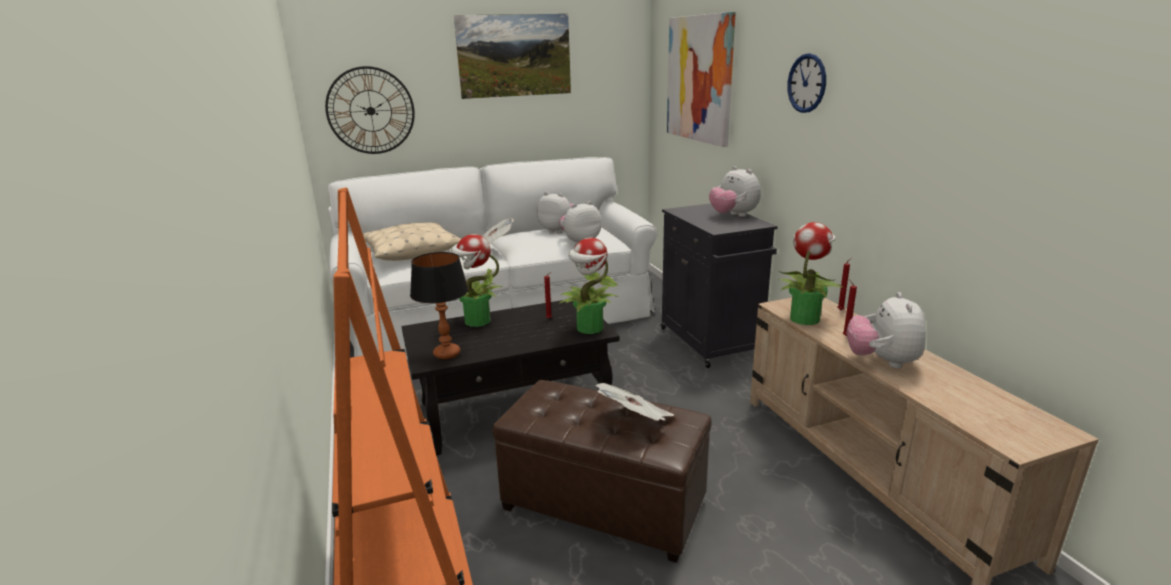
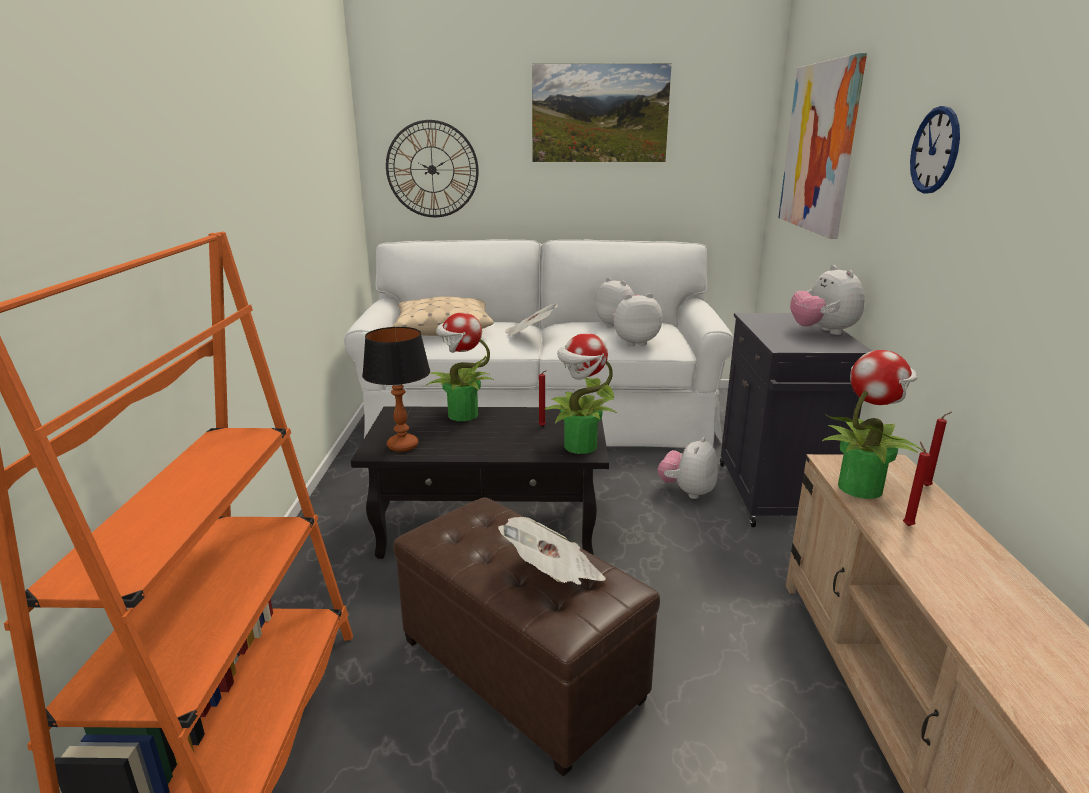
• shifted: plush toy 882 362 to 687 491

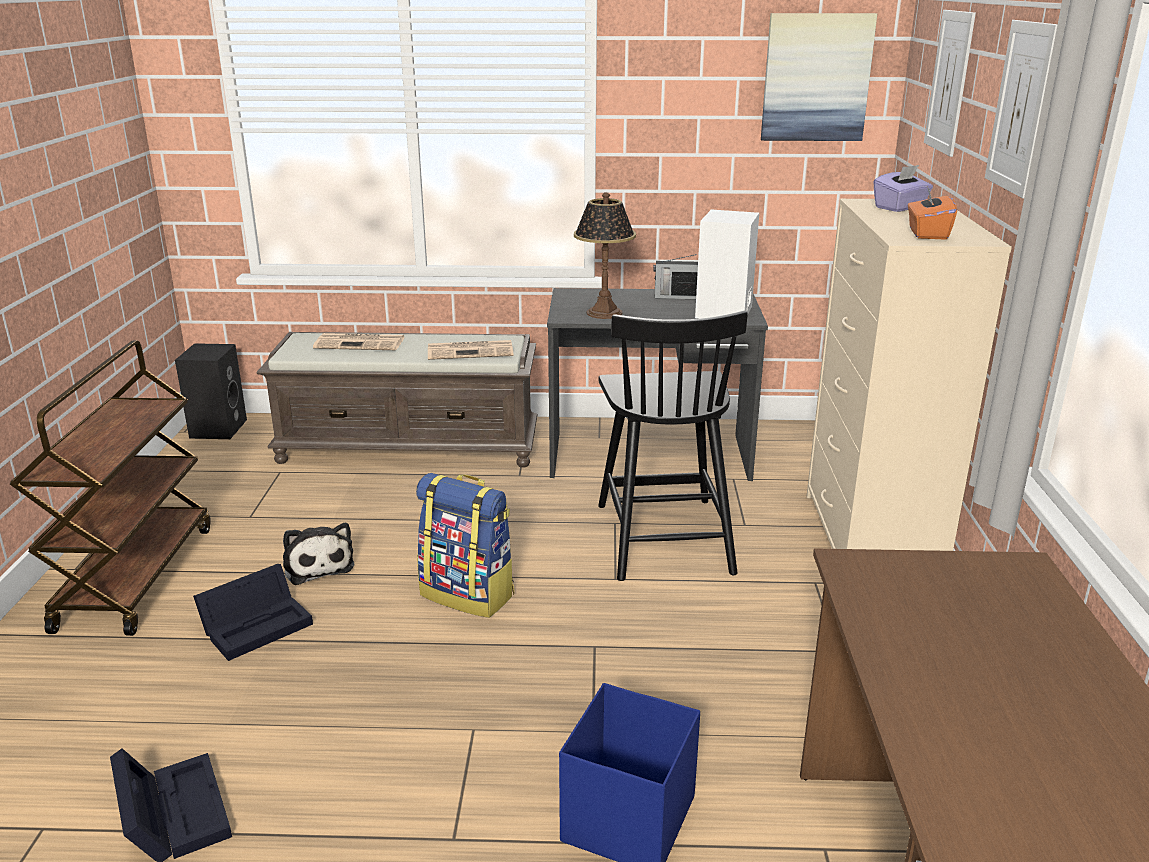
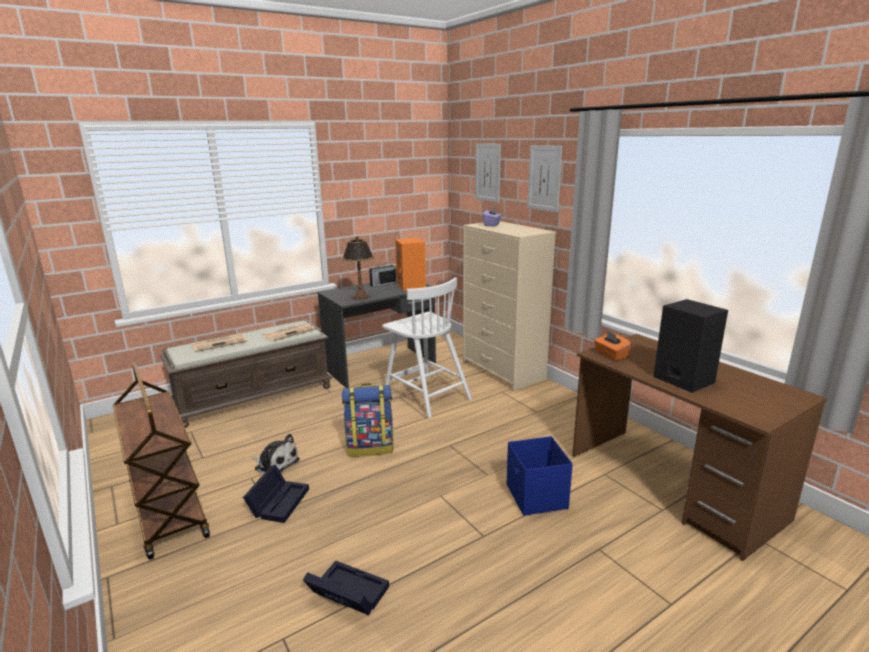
• shifted: black speaker 218 428 to 681 379
• repainted: black chair 663 536 to white chair 426 395
• repainted: white speaker 725 312 to orange speaker 412 286
• gone: picture 816 78
• shifted: orange tissue box 927 234 to 611 355

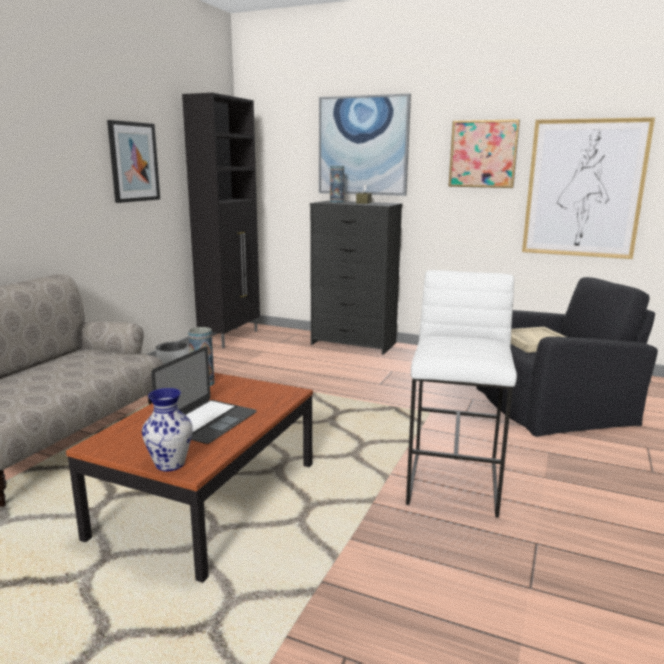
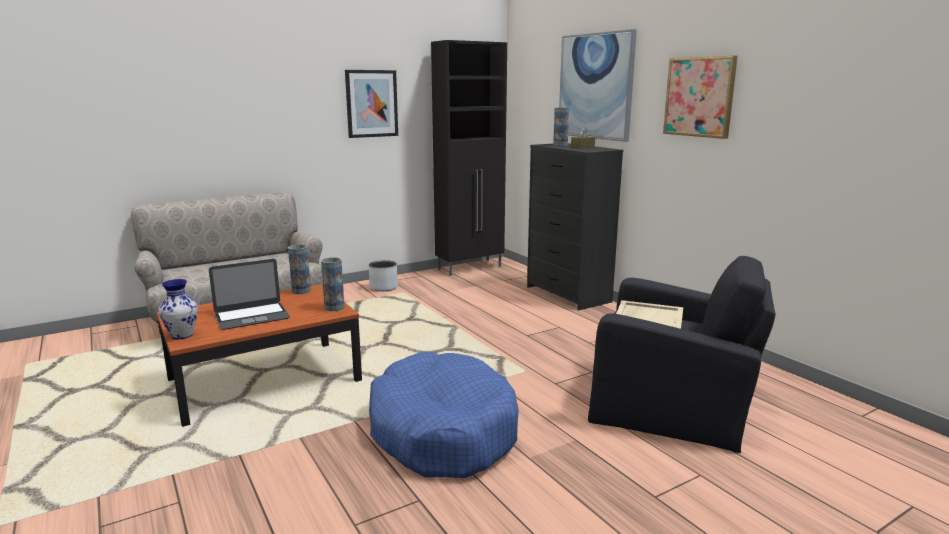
• swapped: white stool 454 482 to blue dog bed 442 431
• gone: picture 584 189
• new: vase 334 307

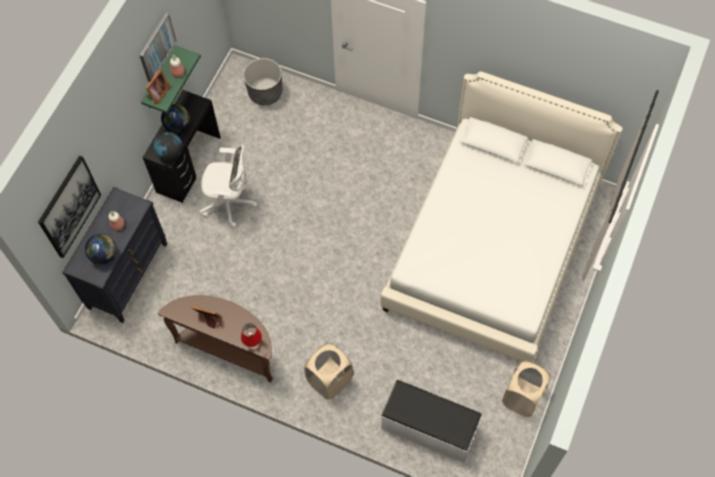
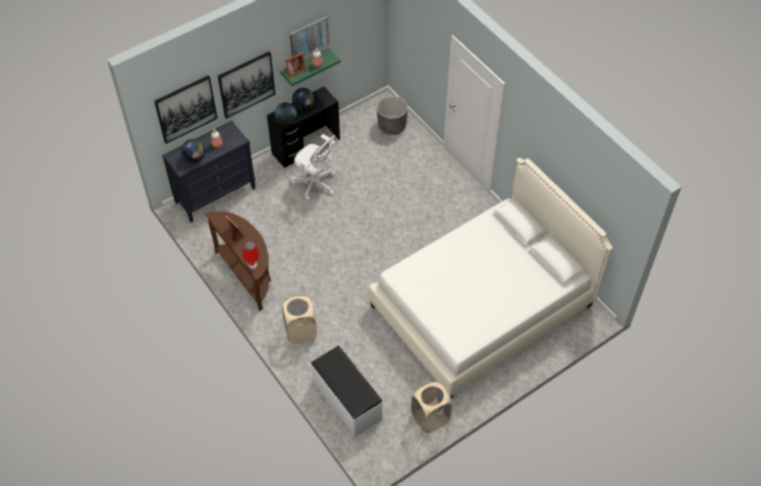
• new: picture 246 84

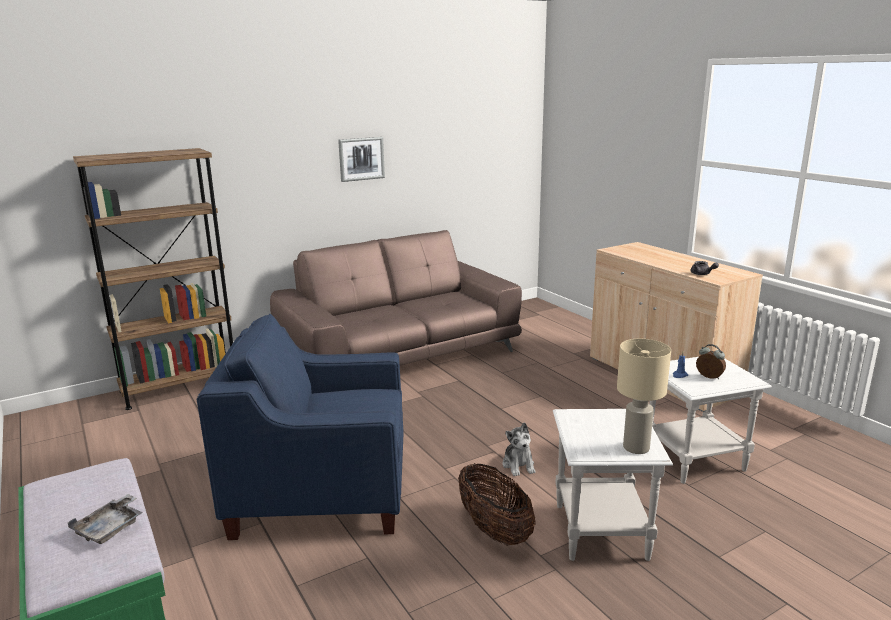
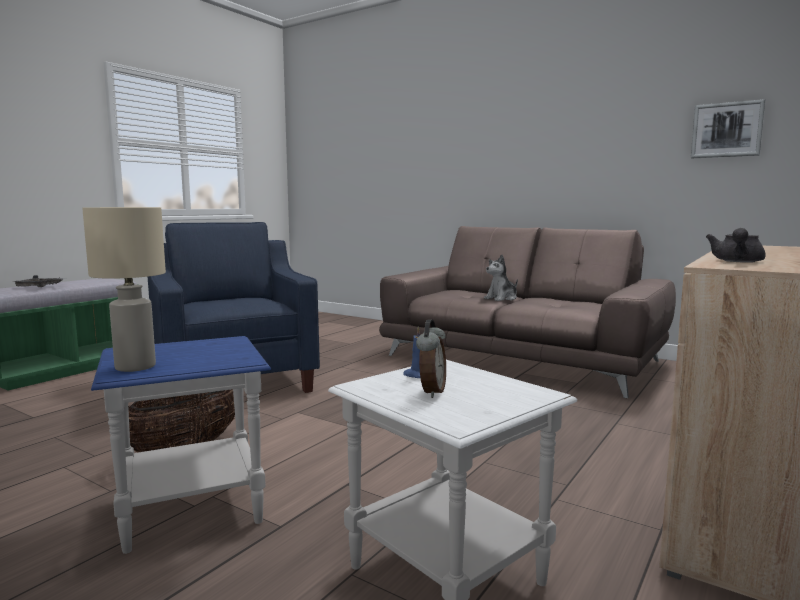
• gone: brown bookcase 180 387
• shifted: picture 361 159 to 726 130
• shifted: plush toy 518 465 to 501 298
• repainted: white side table 601 532 to blue side table 190 510

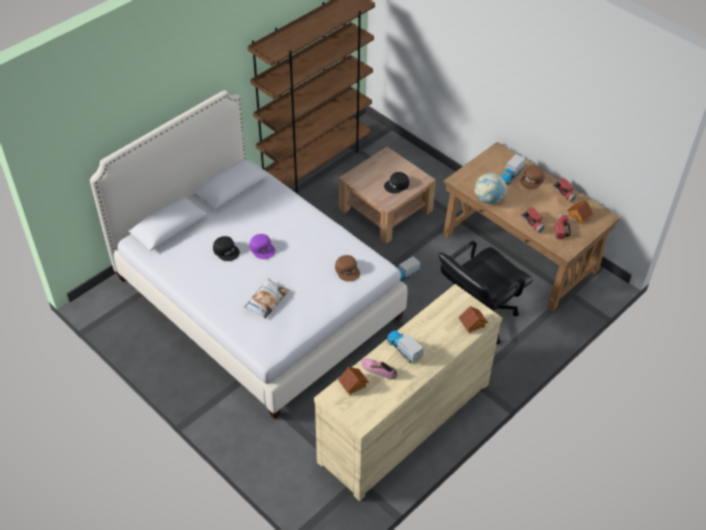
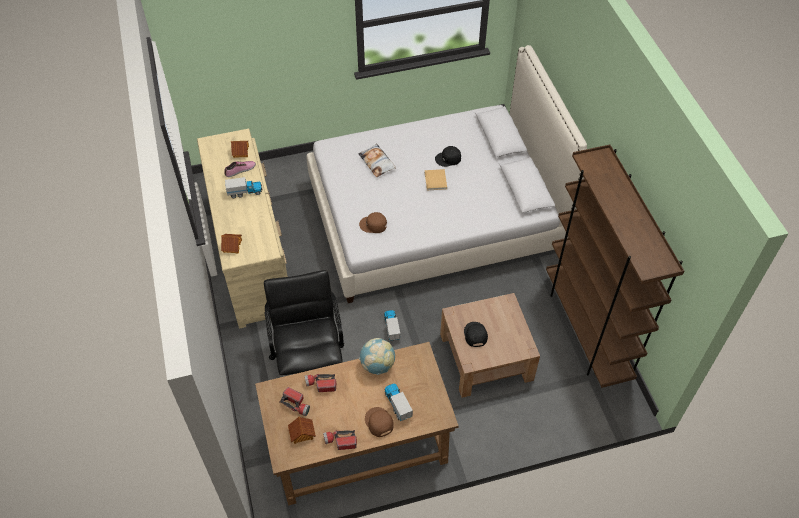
• swapped: purple cap 262 248 to beige book 435 181

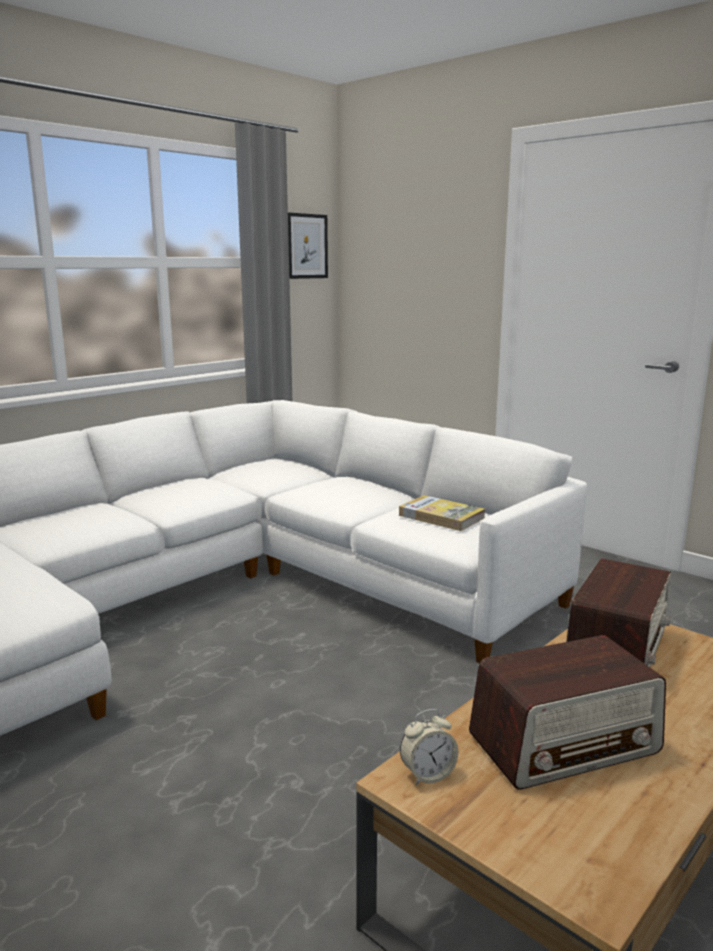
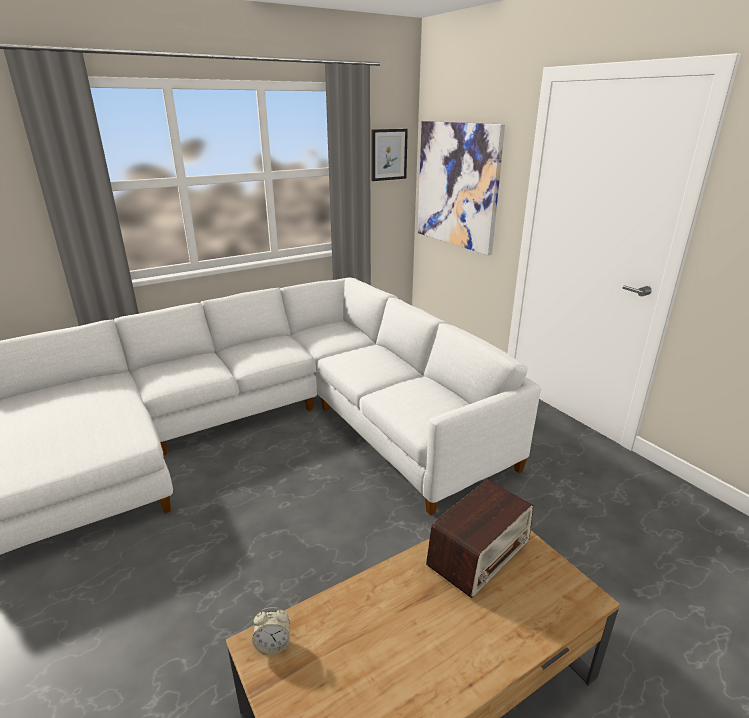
• gone: book 441 516
• gone: radio 565 744
• new: picture 457 185

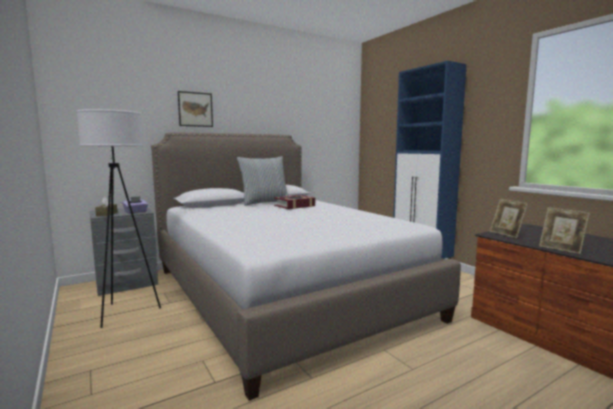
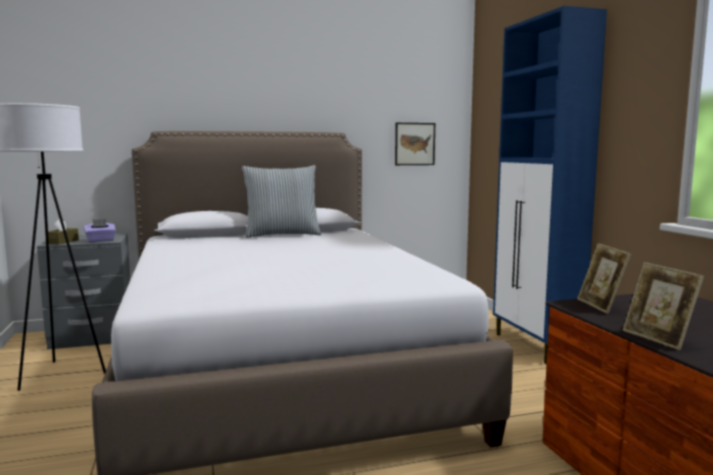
• shifted: picture 195 109 to 414 144
• gone: book 294 206

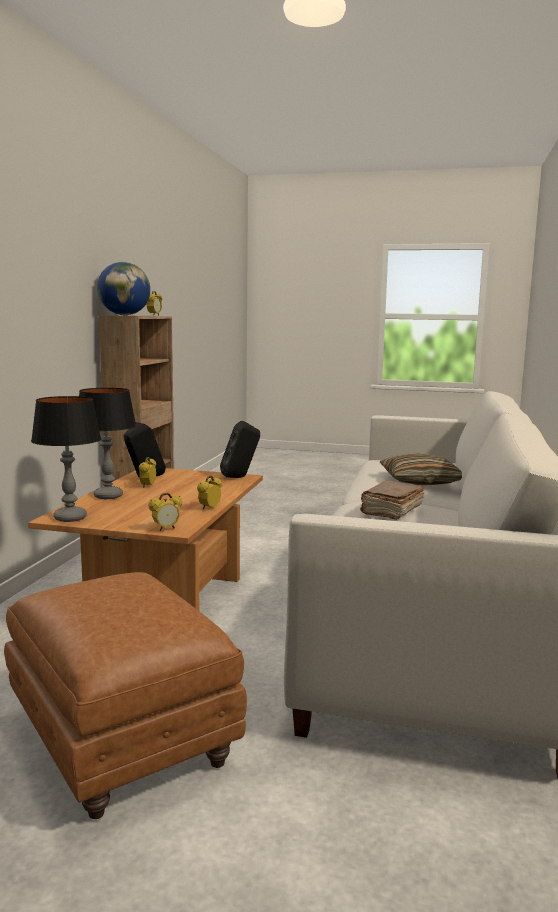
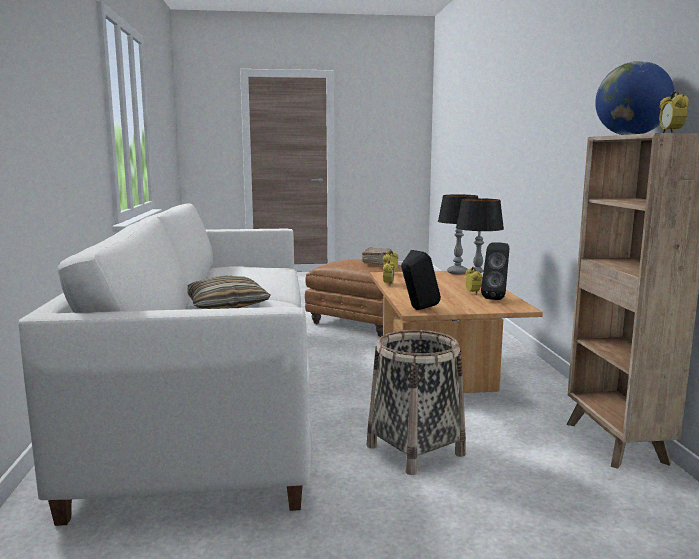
• shifted: brown book 391 511 to 377 263
• new: basket 415 450

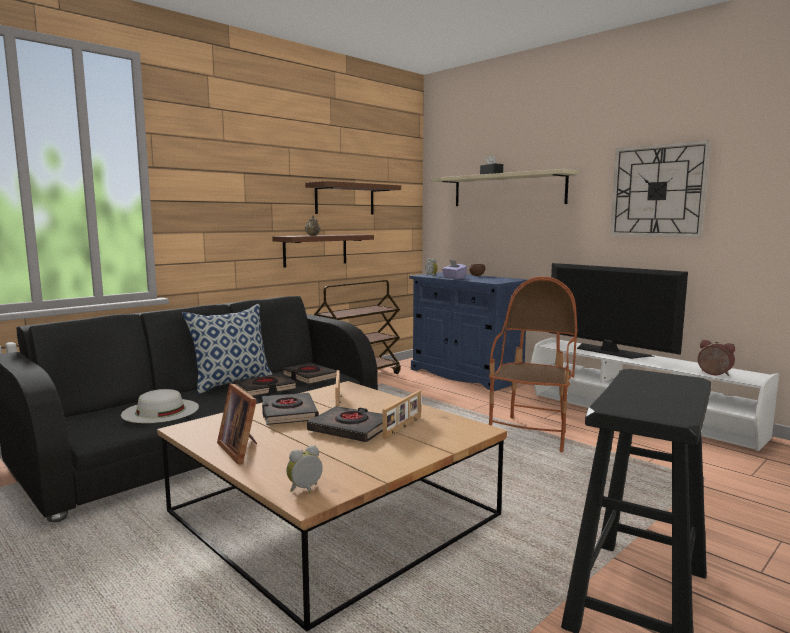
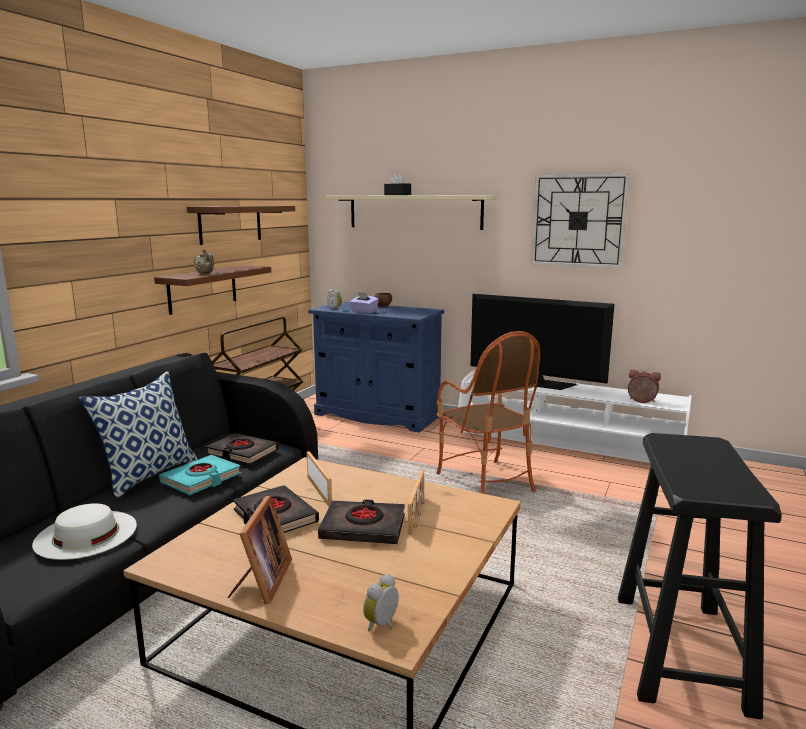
• rotated: picture frame 241 450 = 262 582 120 degrees counterclockwise
• repainted: black book 265 389 to turquoise book 201 479
• rotated: armchair 531 434 = 485 481 150 degrees clockwise

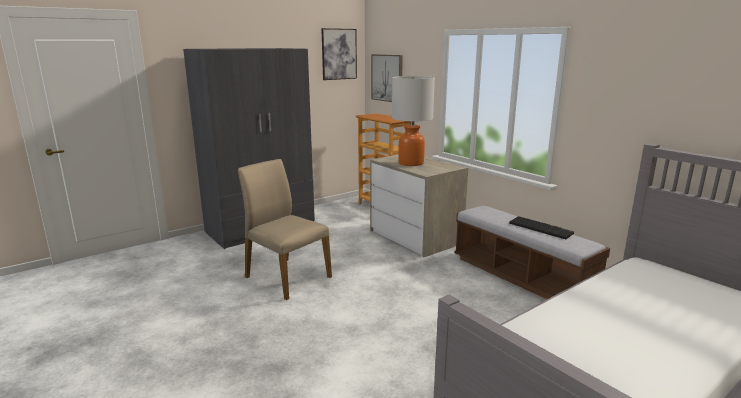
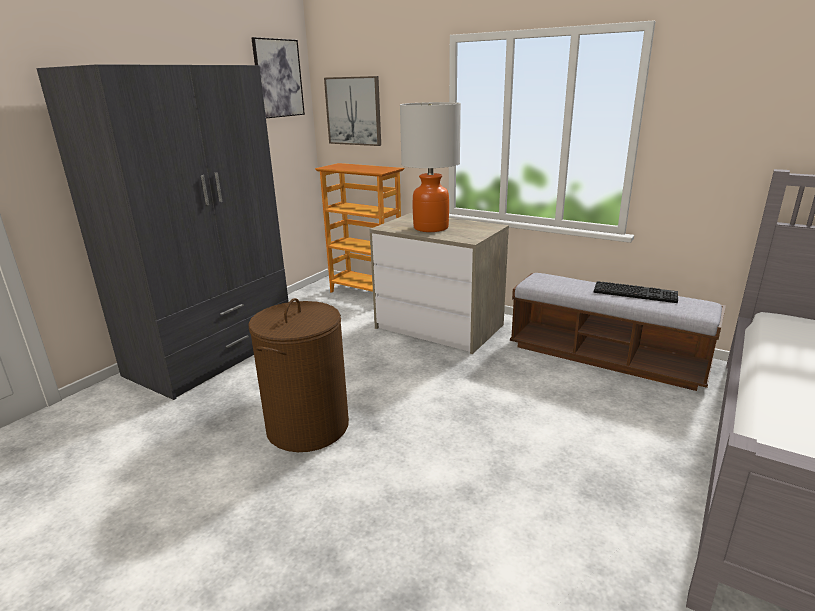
• swapped: beige chair 286 277 to brown laundry basket 307 426

